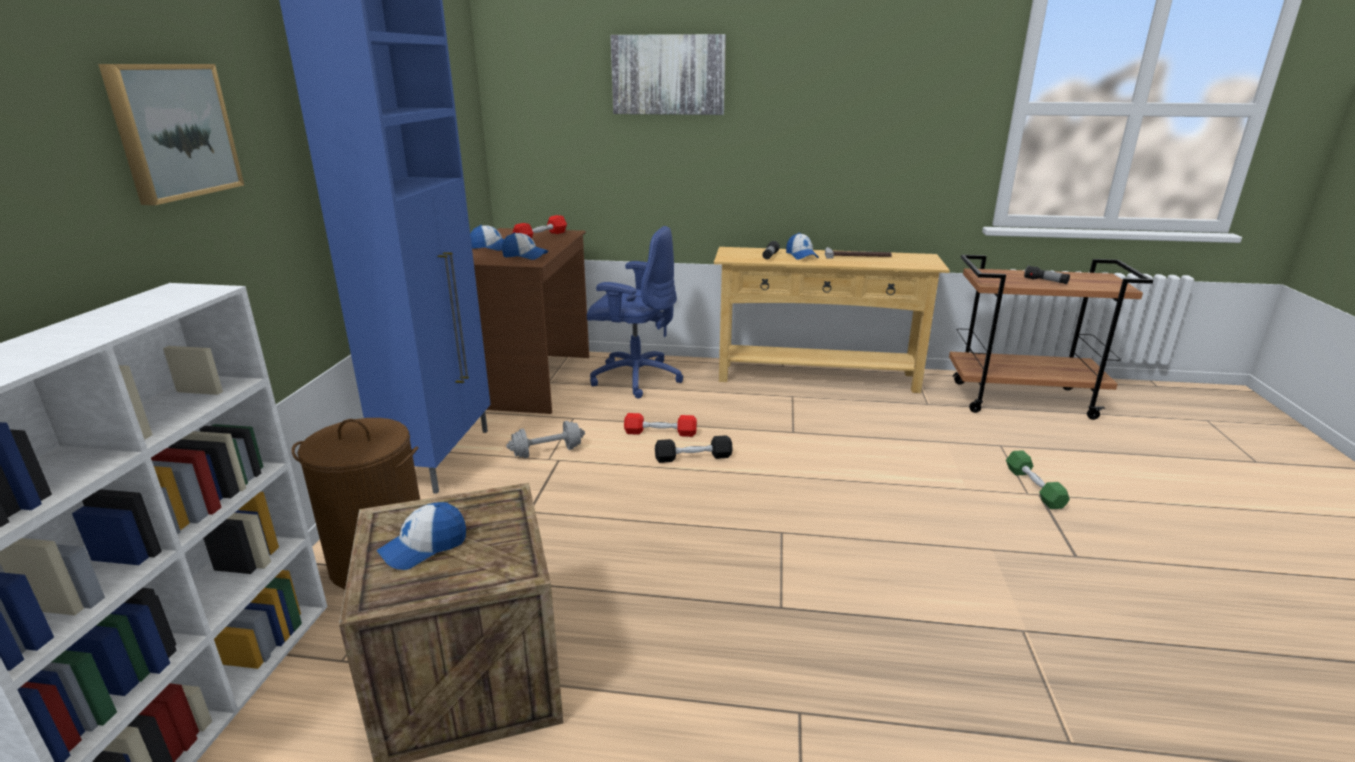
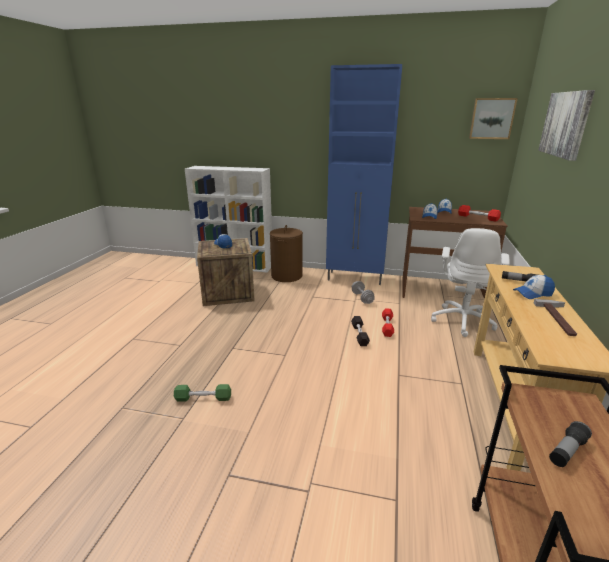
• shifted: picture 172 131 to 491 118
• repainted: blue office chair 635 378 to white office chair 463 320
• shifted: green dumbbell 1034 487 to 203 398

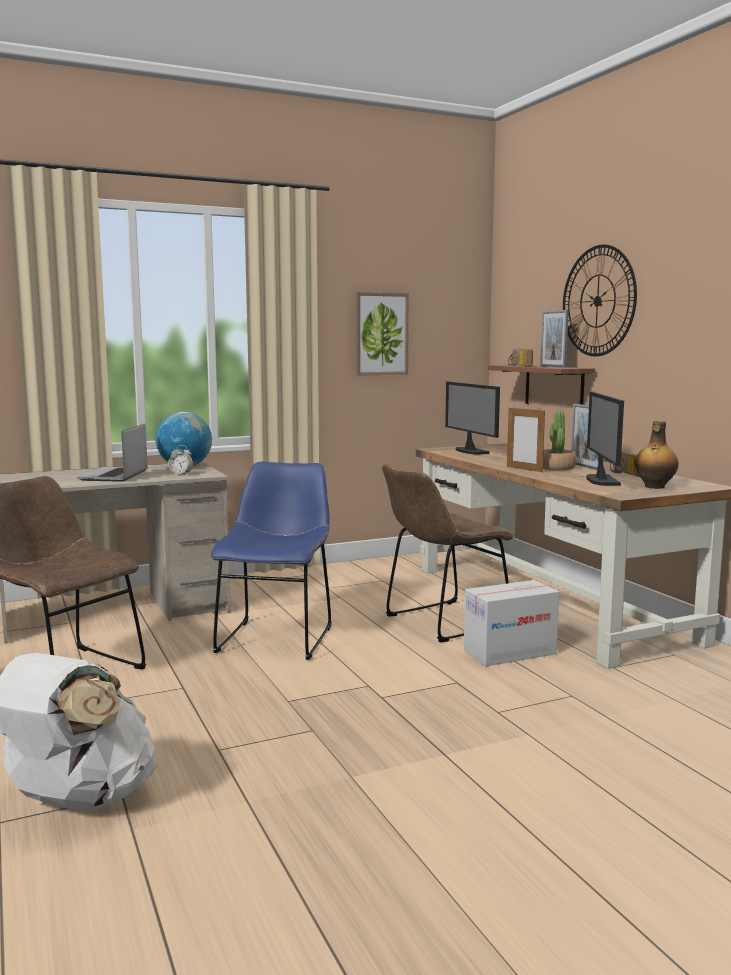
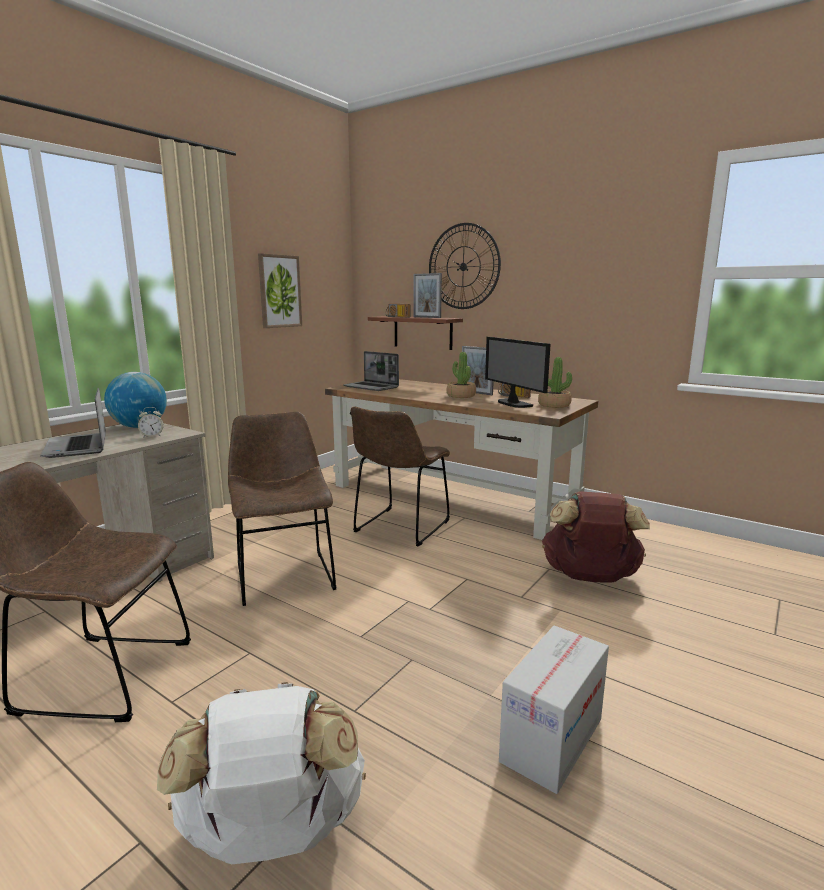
• repainted: blue chair 277 637 to brown chair 284 574
• swapped: monitor 470 451 to laptop 372 387
• shifted: cardboard box 509 652 to 551 739
• gone: picture frame 524 469
• swapped: bottle 654 487 to potted plant 554 405
• new: brown backpack 590 578

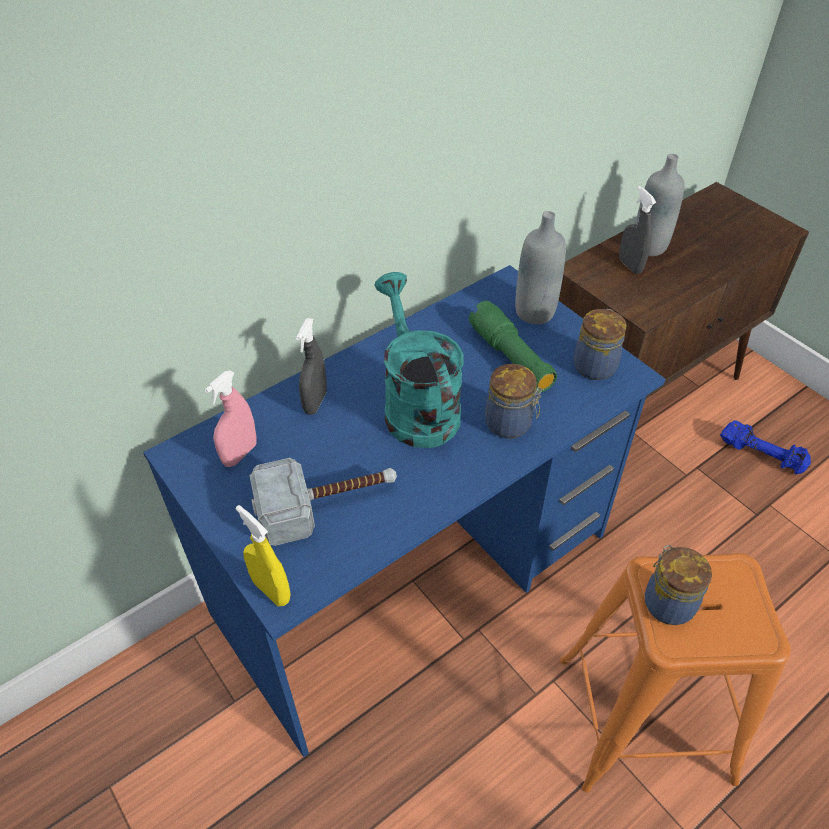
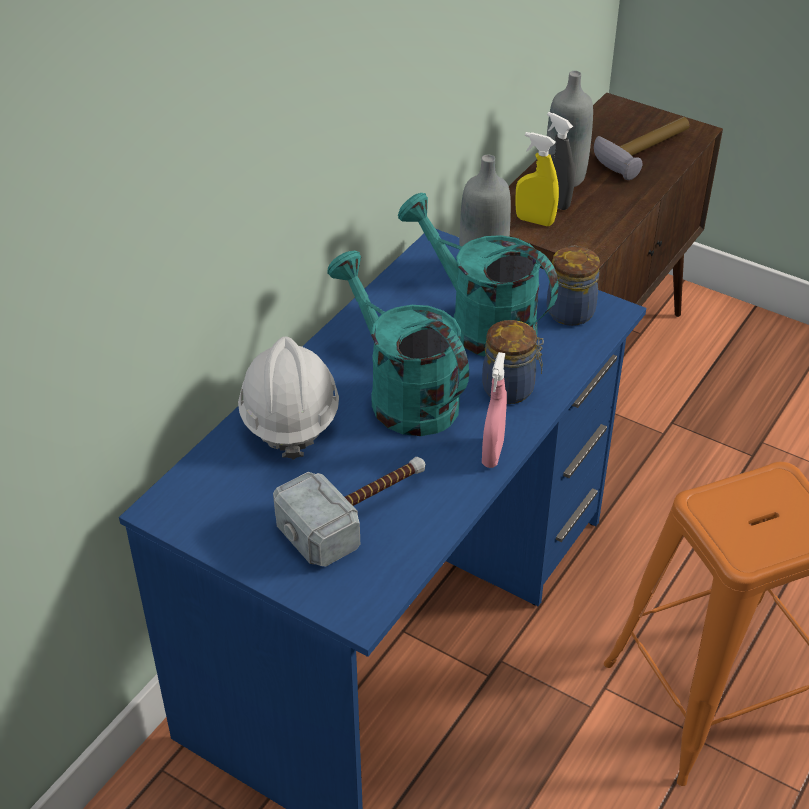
• shifted: pink spray bottle 240 454 to 492 453
• shifted: yellow spray bottle 271 590 to 534 221
• swapped: grey spray bottle 315 402 to white hard hat 289 418
• swapped: green flashlight 511 358 to turquoise watering can 479 323
• gone: jar 667 602
• gone: blue dumbbell 761 455
• new: hammer 641 150

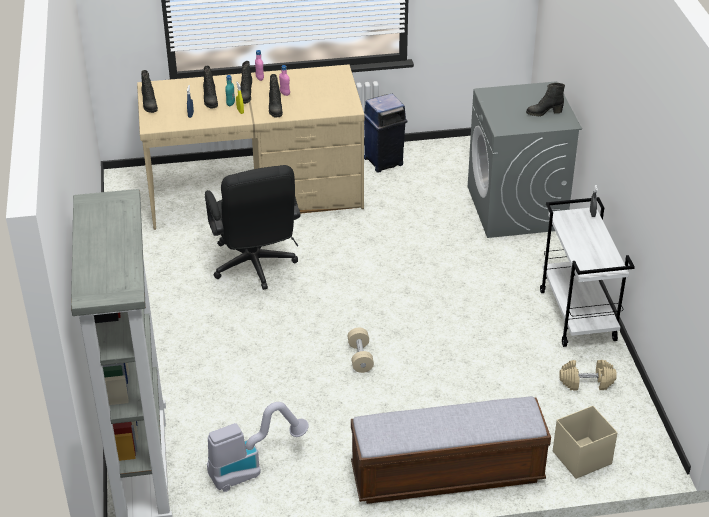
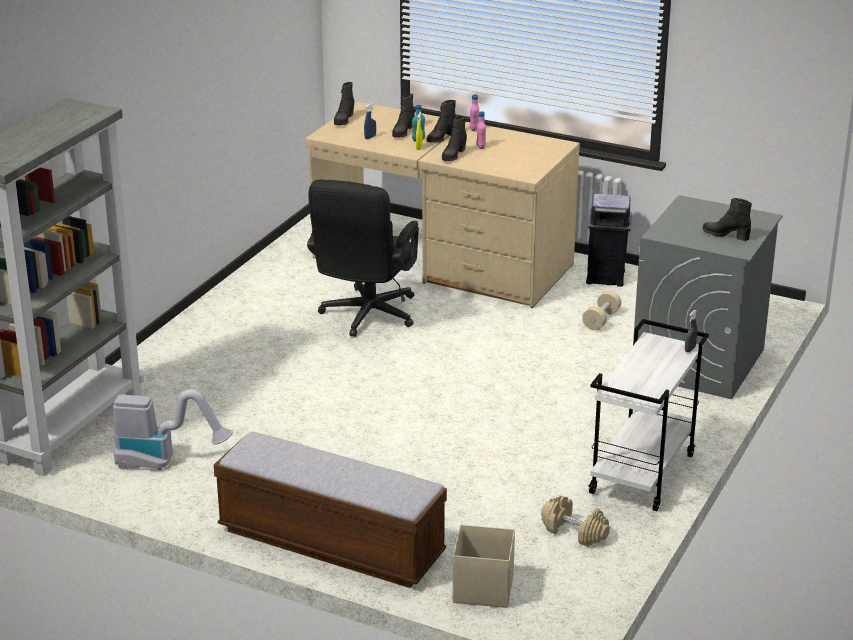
• shifted: beige dumbbell 360 357 to 601 320

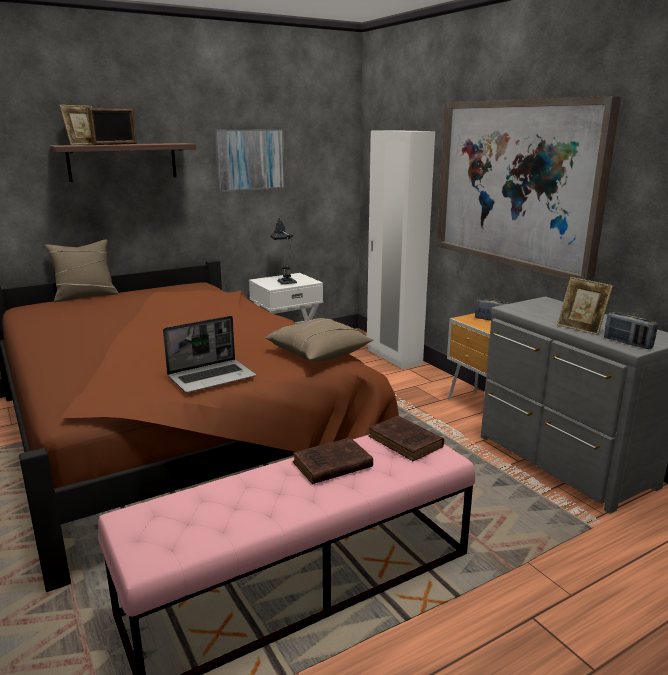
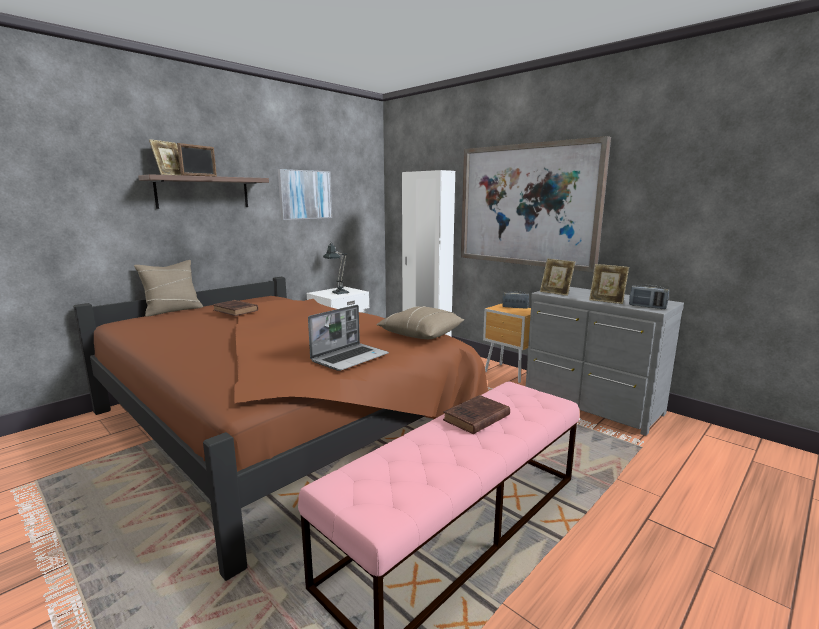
• shifted: brown book 407 442 to 236 310
• new: picture frame 555 293

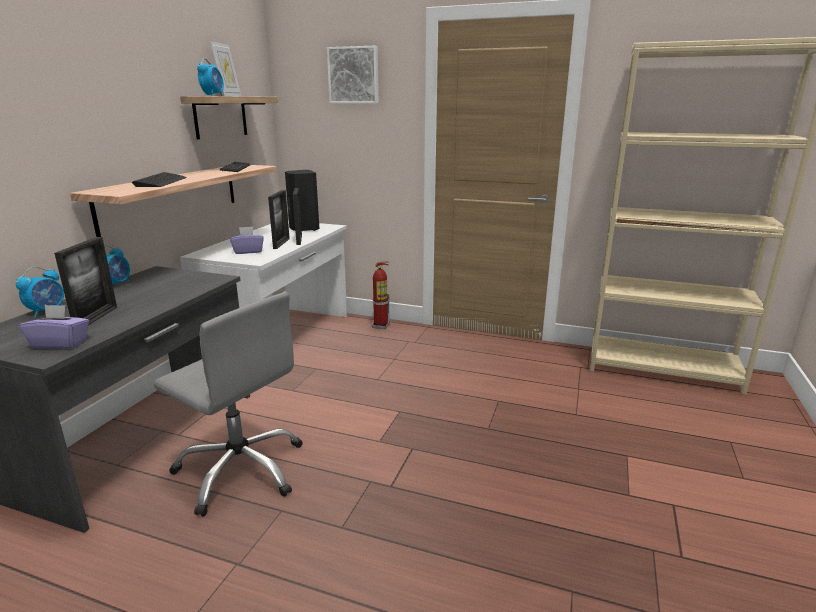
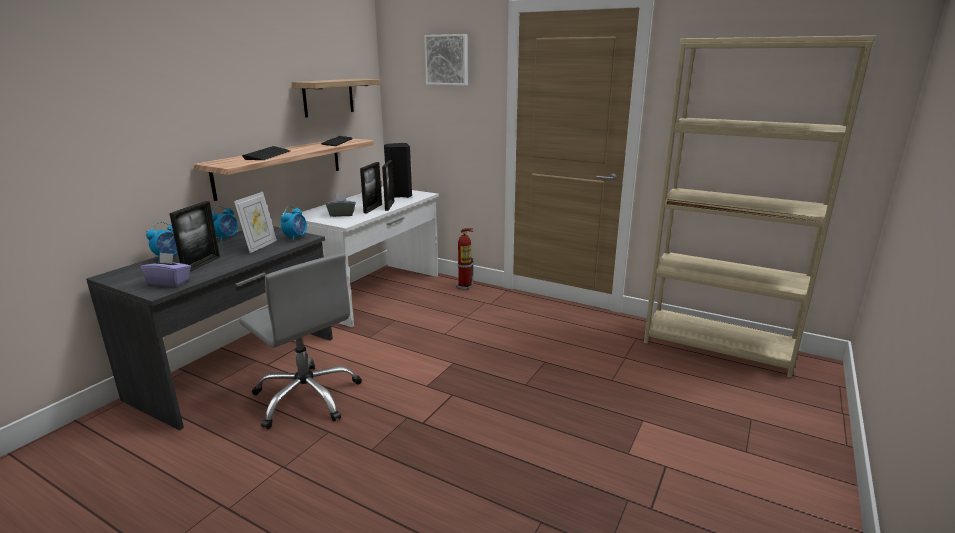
• shifted: alarm clock 213 95 to 296 237
• shifted: picture frame 229 96 to 260 246
• repainted: purple tissue box 248 251 to grey tissue box 342 214

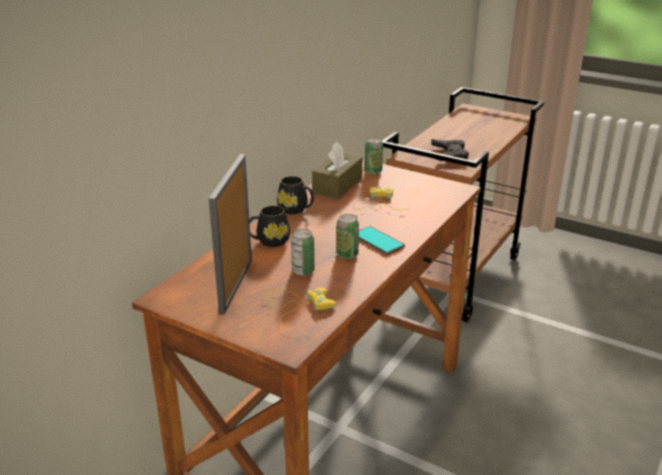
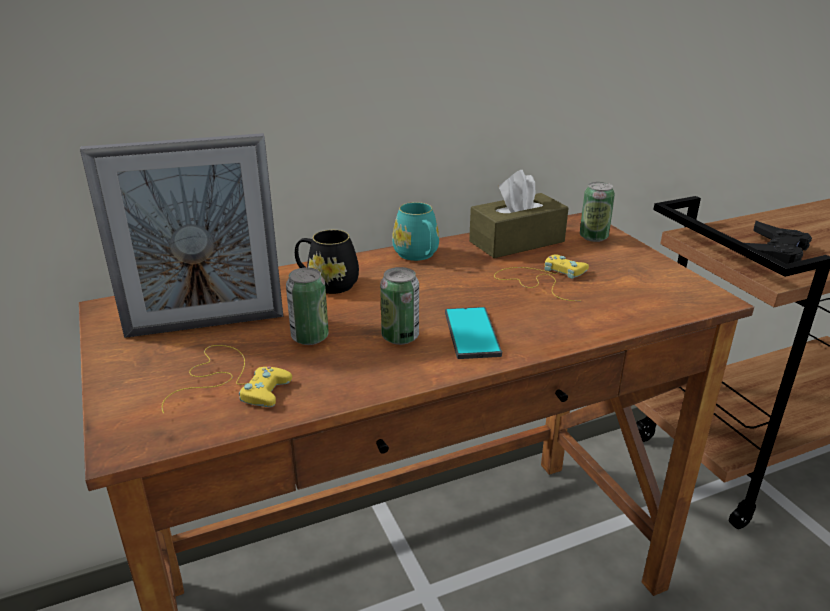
• rotated: picture frame 236 285 = 205 325 150 degrees counterclockwise
• repainted: black mug 296 210 to turquoise mug 418 255

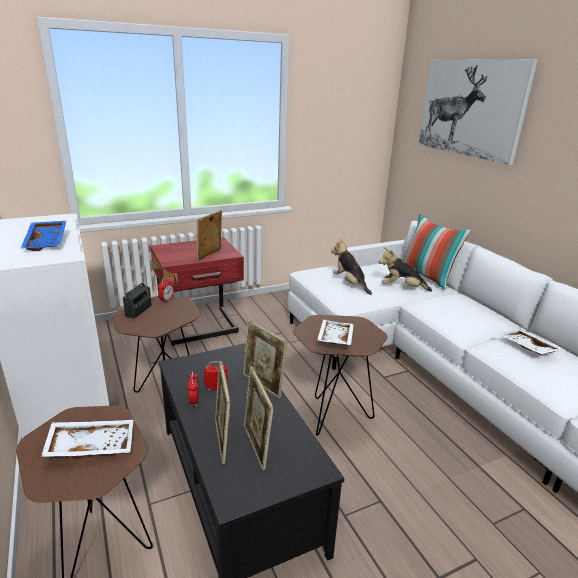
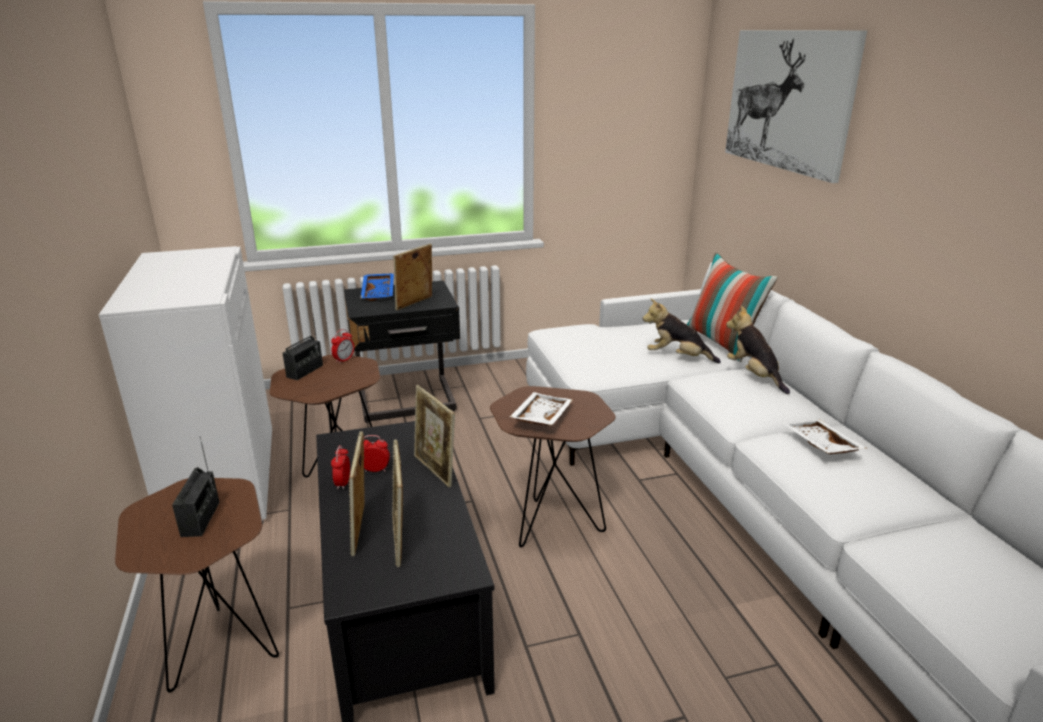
• shifted: blue tray 48 242 to 379 293
• swapped: white tray 92 445 to radio 201 519
• repainted: red nightstand 200 328 to black nightstand 407 402
• shifted: plush toy 349 284 to 754 375

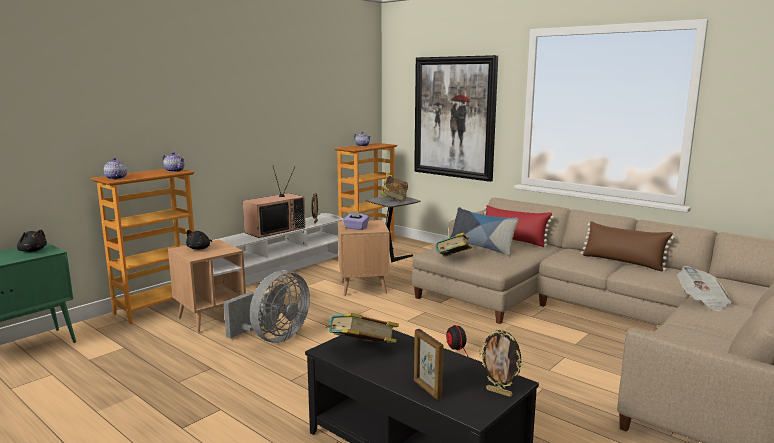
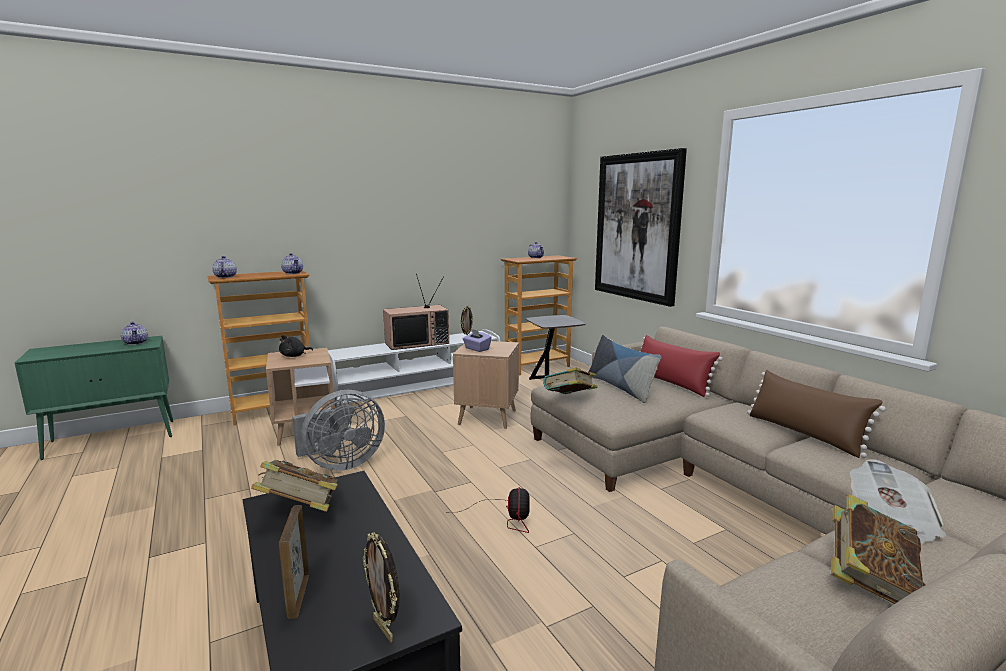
• swapped: black plush toy 32 251 to teapot 136 343
• shifted: book 394 200 to 869 582

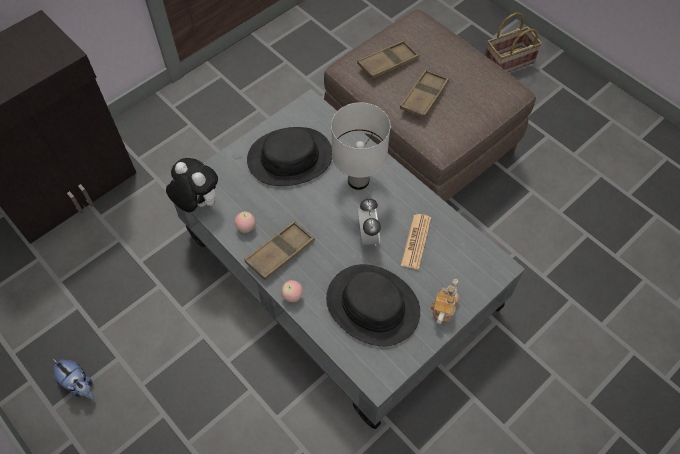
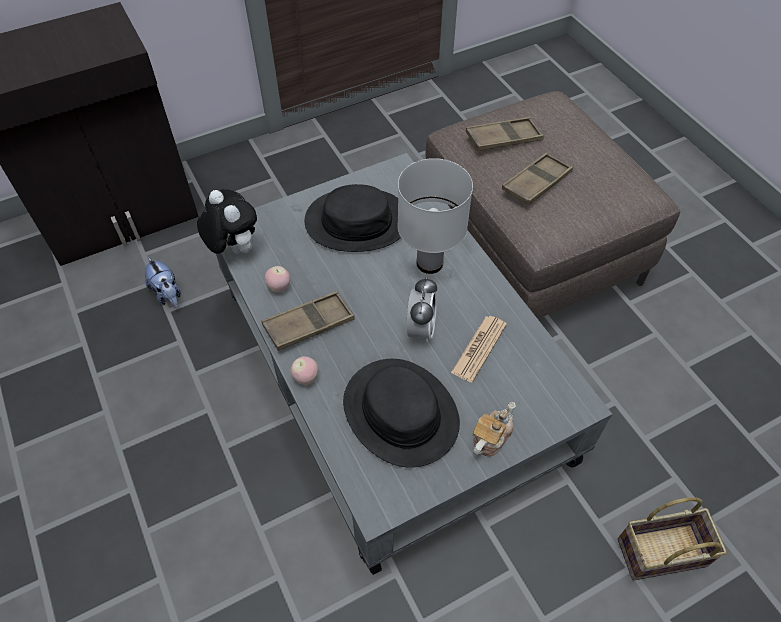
• shifted: plush toy 79 385 to 168 294
• shifted: basket 508 63 to 660 554

